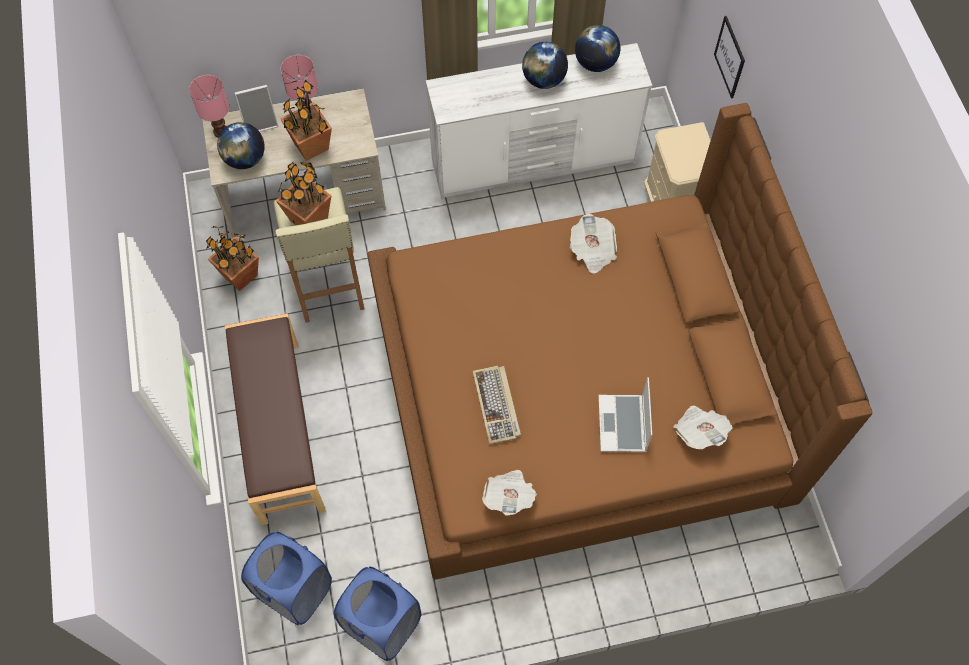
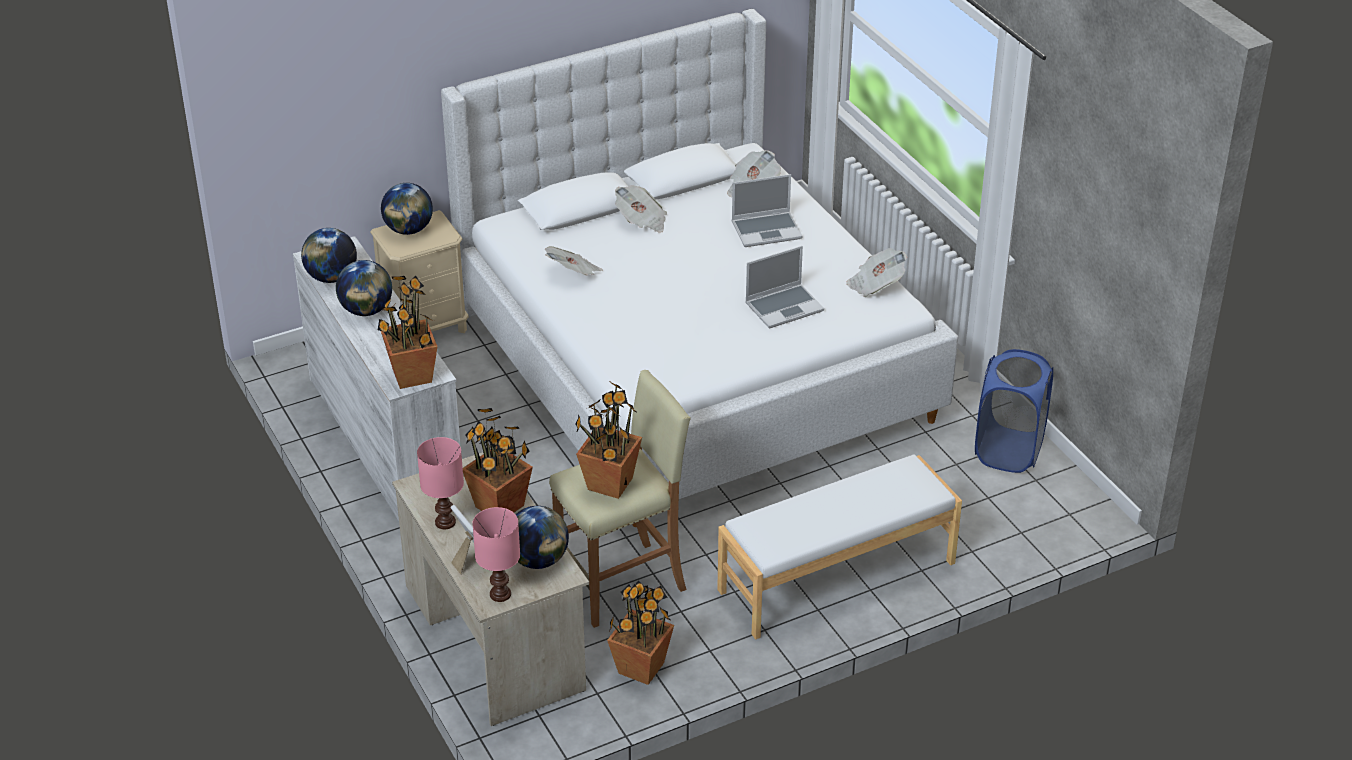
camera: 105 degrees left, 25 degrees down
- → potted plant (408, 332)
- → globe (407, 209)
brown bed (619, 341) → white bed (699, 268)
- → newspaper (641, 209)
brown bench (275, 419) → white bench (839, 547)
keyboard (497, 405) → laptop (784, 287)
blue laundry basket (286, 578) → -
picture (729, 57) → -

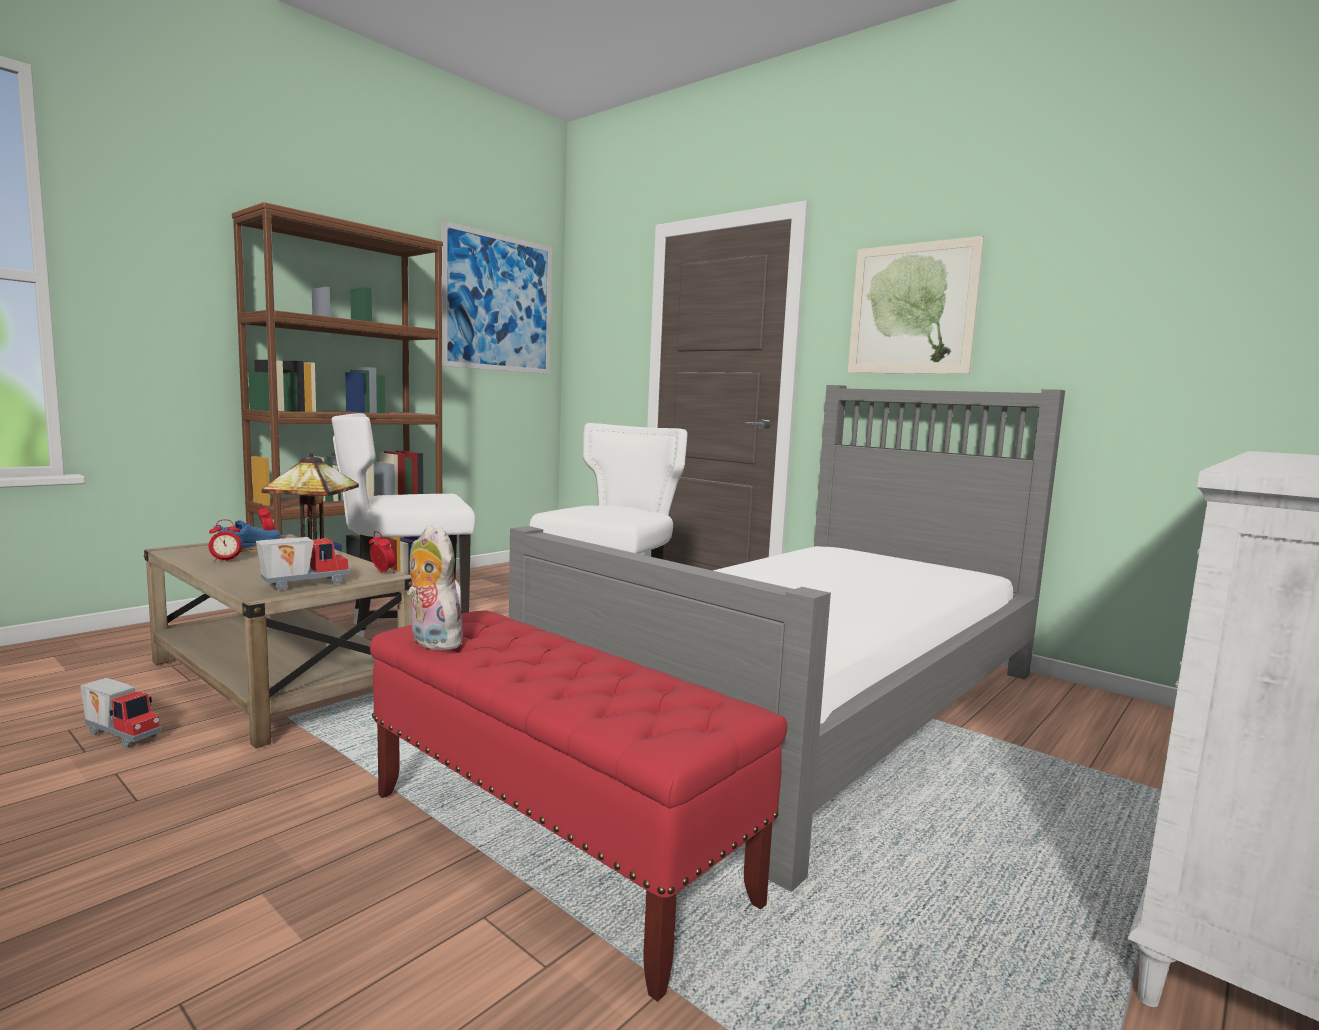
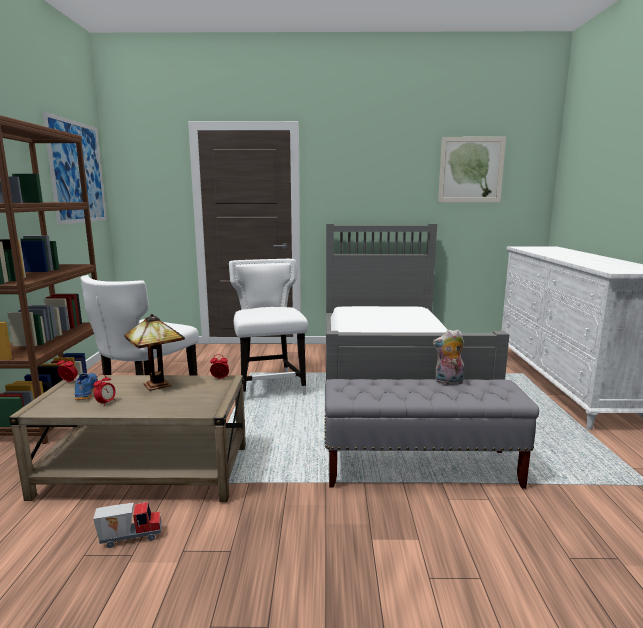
camera: 40 degrees left, 5 degrees up
red bench (578, 806) → grey bench (432, 433)
plush toy (435, 587) → plush toy (449, 357), relocated
picture (916, 305) → picture (472, 169), relocated
toy truck (302, 564) → -

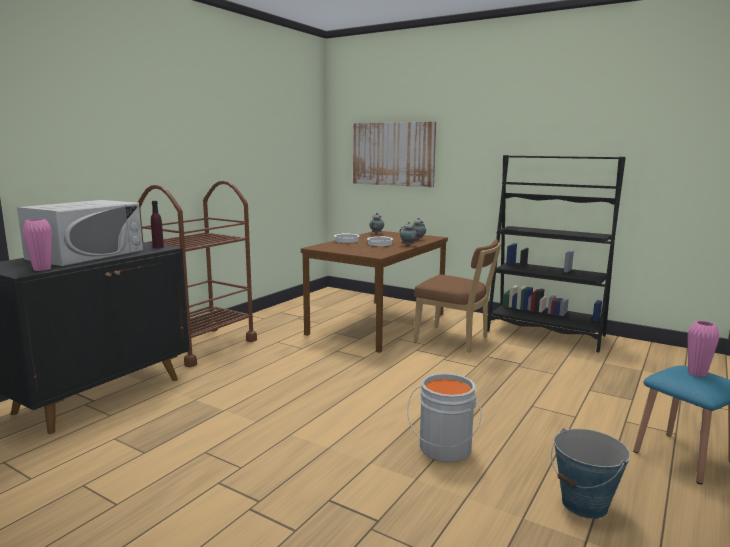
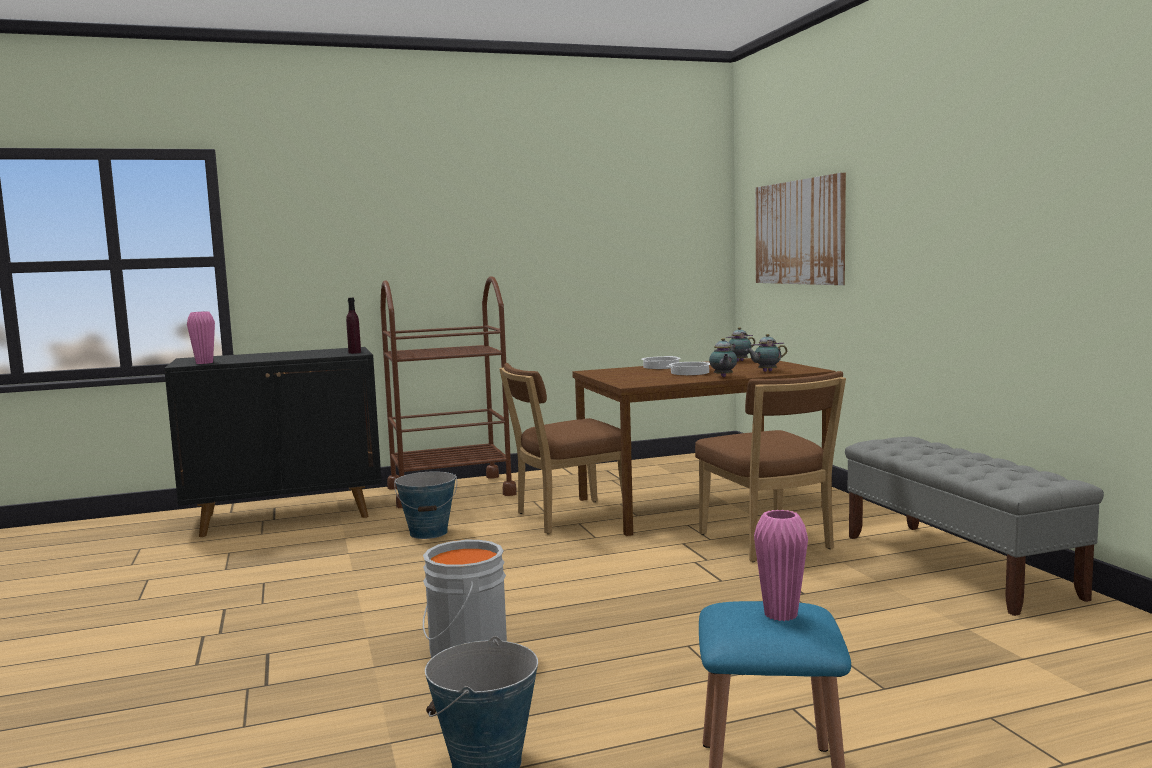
camera: 40 degrees right, 5 degrees down
- → bucket (425, 505)
- → brown chair (565, 448)
black bookcase (556, 254) → grey bench (974, 526)
white microwave (80, 233) → -

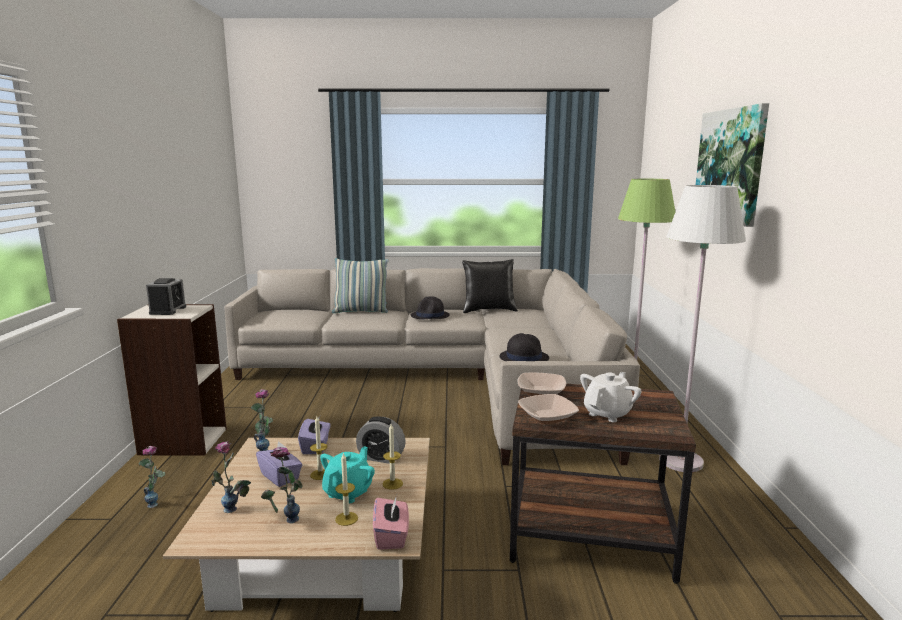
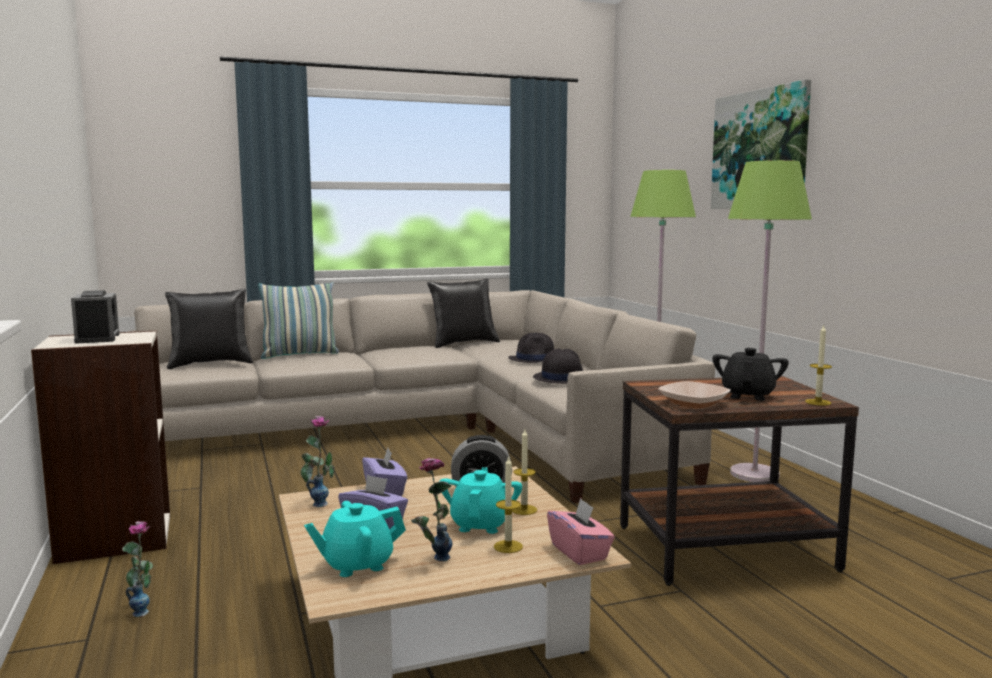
camera: 20 degrees left, 5 degrees down
- → black pillow (209, 329)
vase (231, 477) → turquoise teapot (355, 539)
black hat (430, 308) → black hat (531, 348), relocated
white teapot (611, 397) → black teapot (750, 374)
white floor lamp (702, 328) → green floor lamp (770, 321)
candle (318, 448) → candle (818, 365), relocated
bowl (542, 384) → -

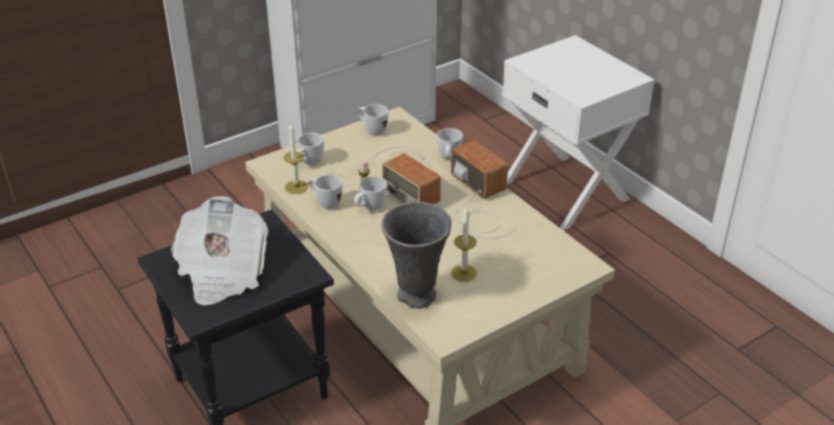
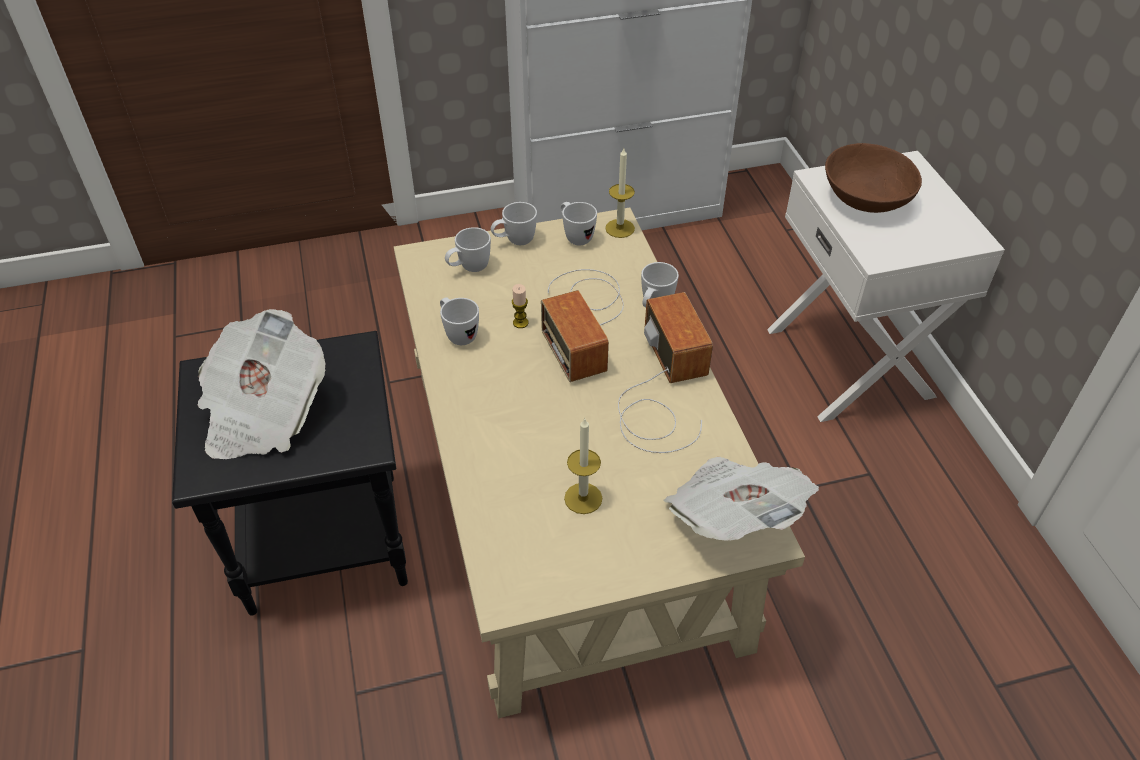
camera: 20 degrees right, 10 degrees up
white mug (370, 193) → white mug (514, 223), relocated
candle (296, 158) → candle (620, 193), relocated
- → newspaper (741, 499)
- → brown bowl (873, 178)
grey vase (416, 255) → -

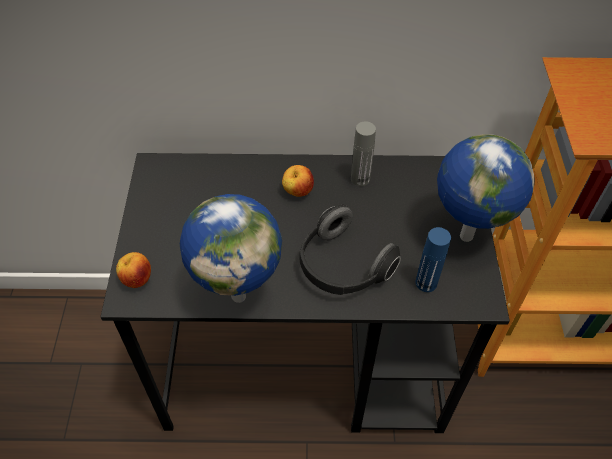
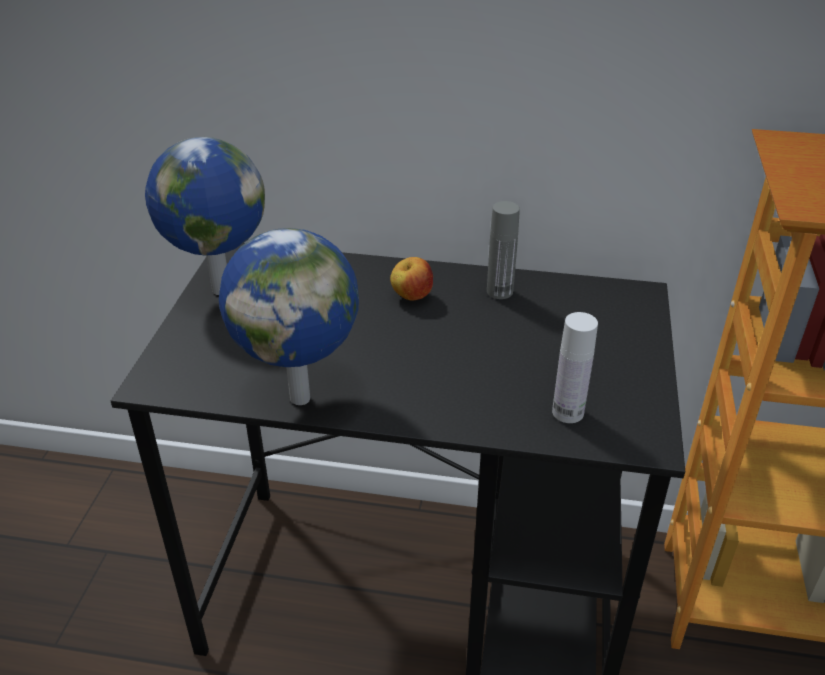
camera: 10 degrees right, 15 degrees down
globe (486, 188) → globe (205, 216), relocated
blue bottle (433, 259) → white bottle (575, 367)
apple (133, 270) → -
headphones (350, 250) → -

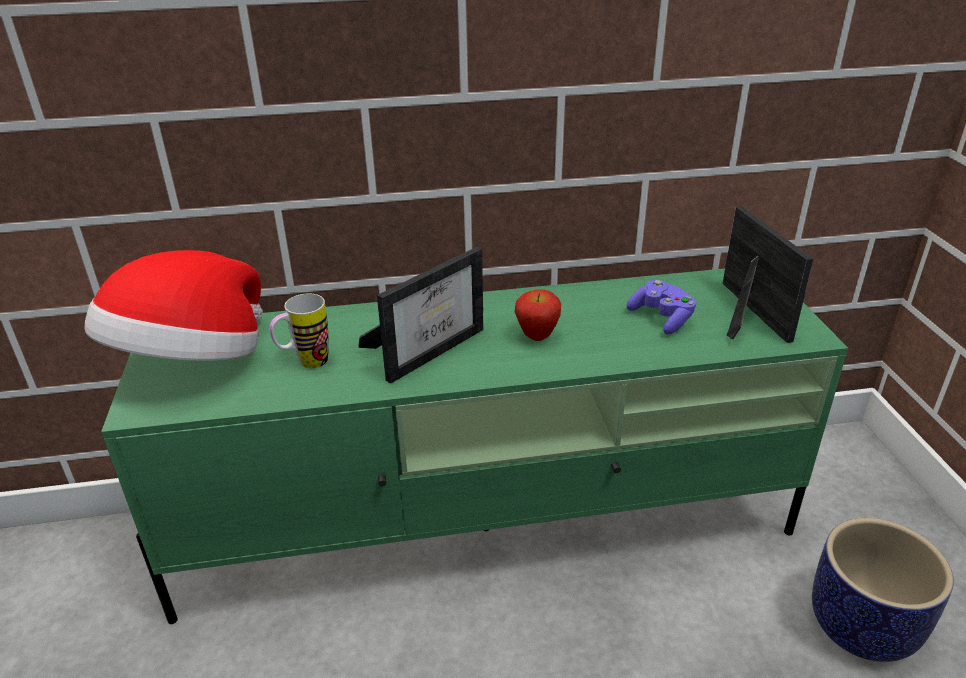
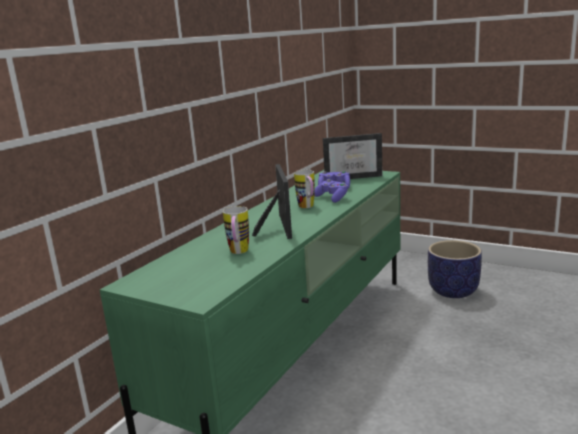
camera: 50 degrees left, 15 degrees down
apple (538, 315) → mug (304, 189)
- → purple game controller (331, 191)
picture frame (768, 274) → picture frame (352, 156), 150 degrees clockwise
hat (174, 305) → -

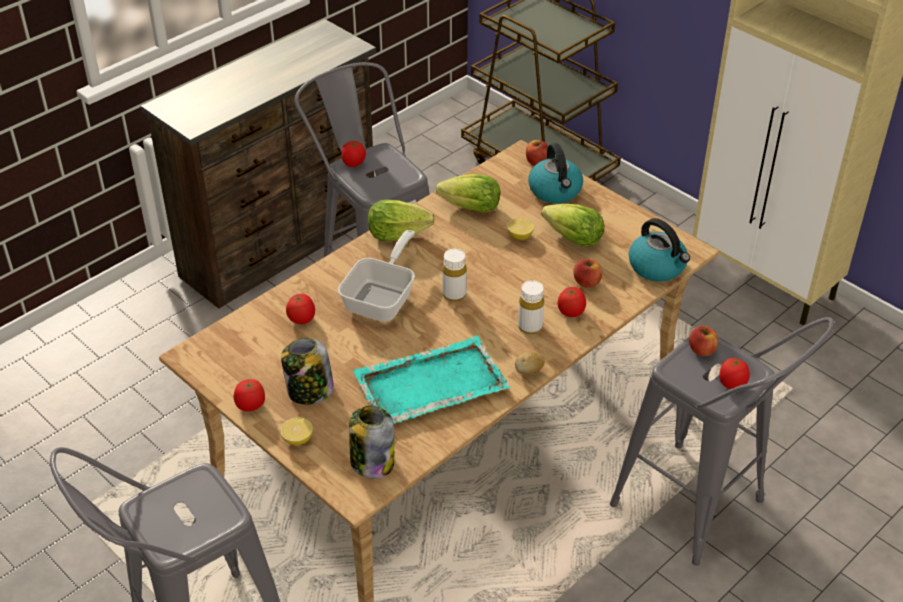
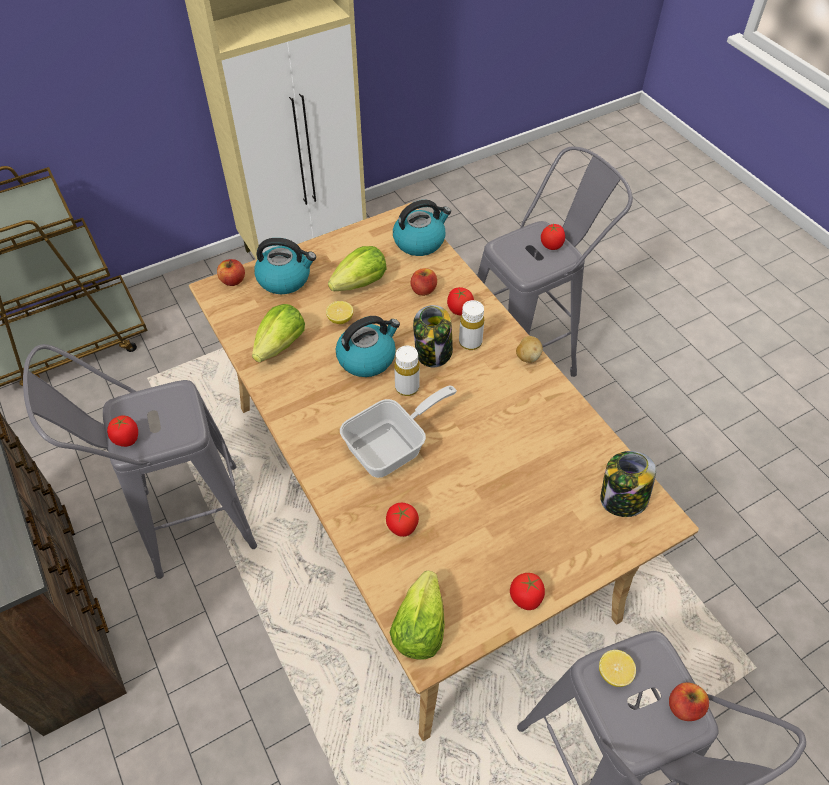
camera: 75 degrees left, 10 degrees up
- → kettle (368, 346)
frying pan (376, 276) → frying pan (398, 431), 105 degrees clockwise
lettuce (401, 220) → lettuce (417, 615), relocated
jar (307, 371) → jar (433, 336), relocated
lemon (296, 431) → lemon (617, 668), relocated
apple (703, 341) → apple (689, 701), relocated
turquoise tray (431, 379) → -

